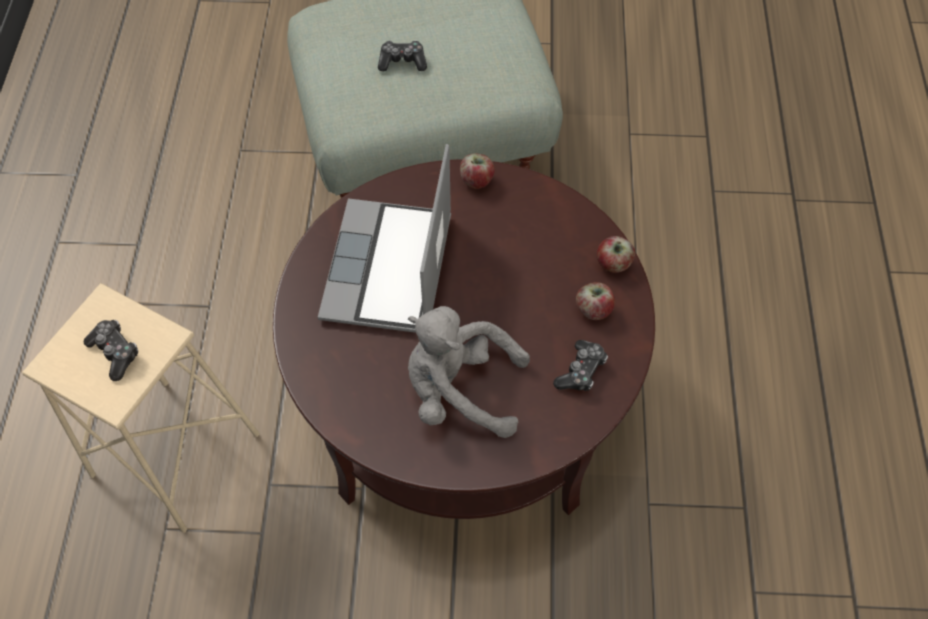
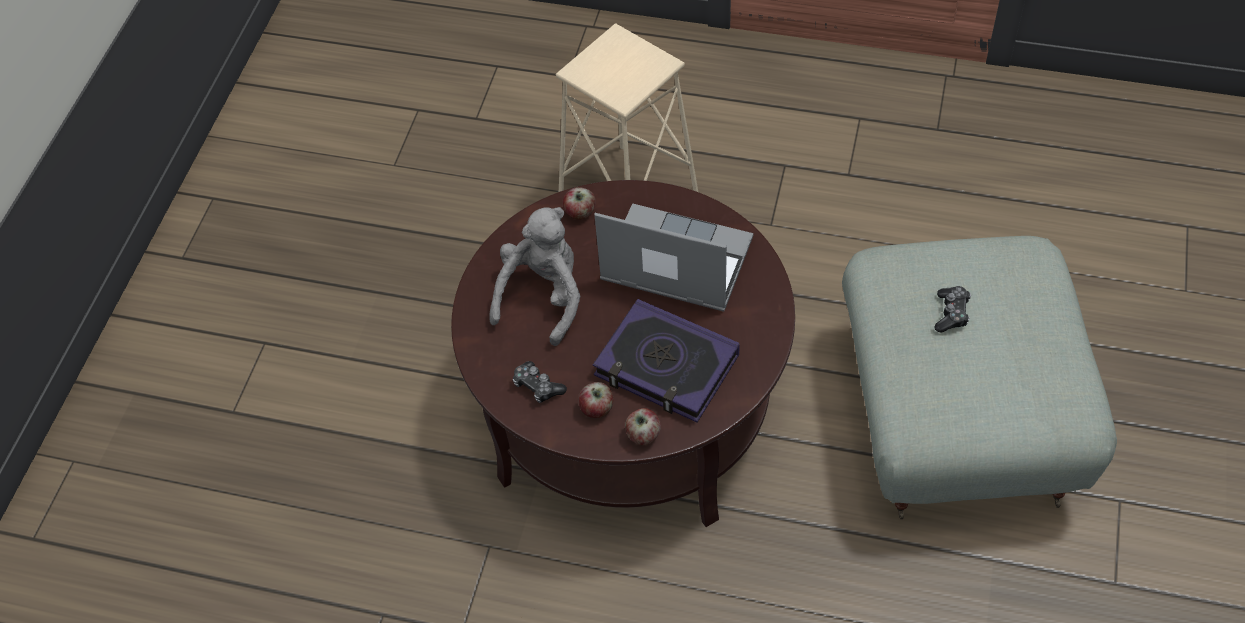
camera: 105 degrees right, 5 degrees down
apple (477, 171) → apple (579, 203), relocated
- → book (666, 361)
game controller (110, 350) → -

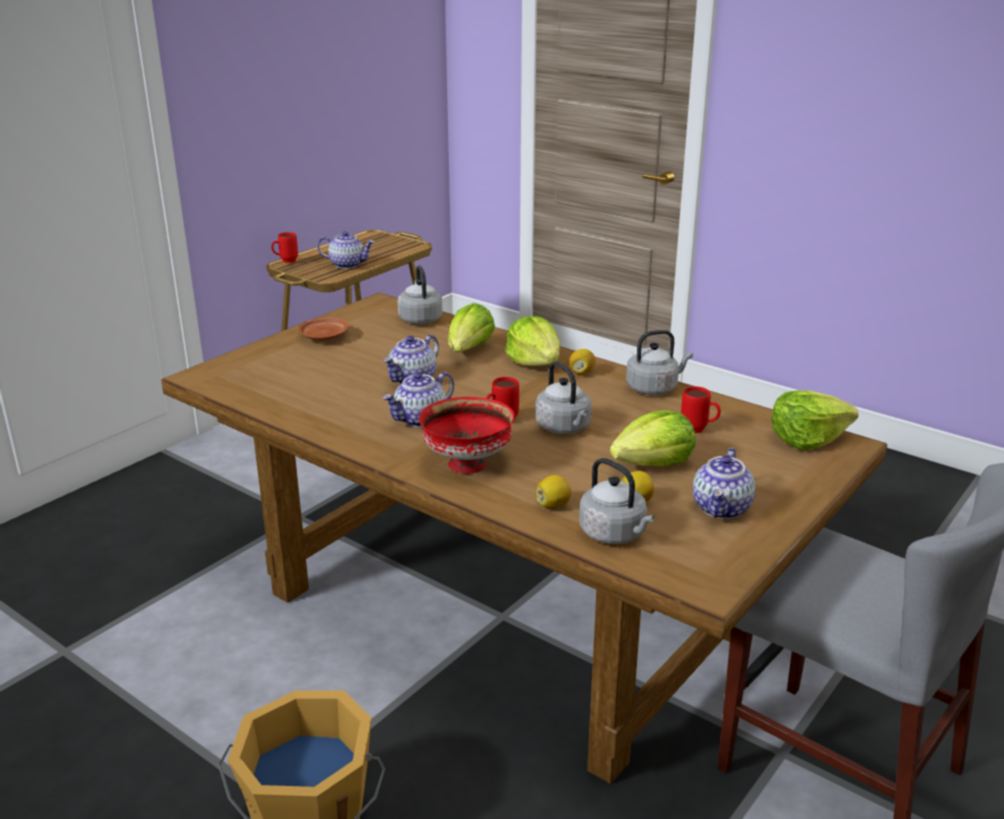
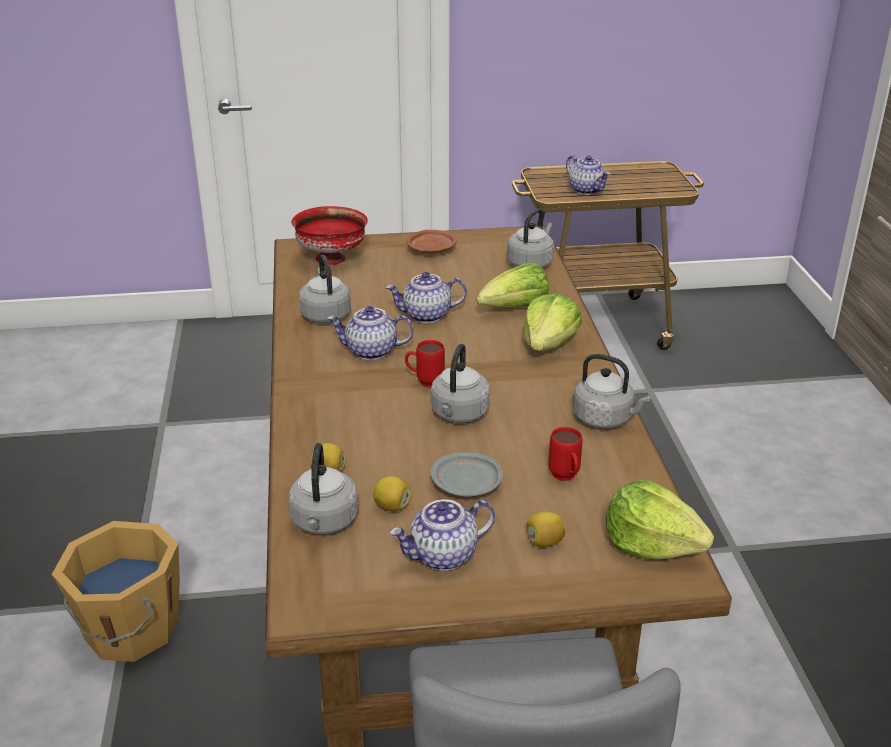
camera: 45 degrees right, 5 degrees up
red bowl (467, 435) → red bowl (329, 235), relocated
- → grey kettle (325, 289)
lettuce (653, 438) → grey plate (466, 474)
lemon (582, 361) → lemon (546, 529), relocated
red mug (284, 247) → -

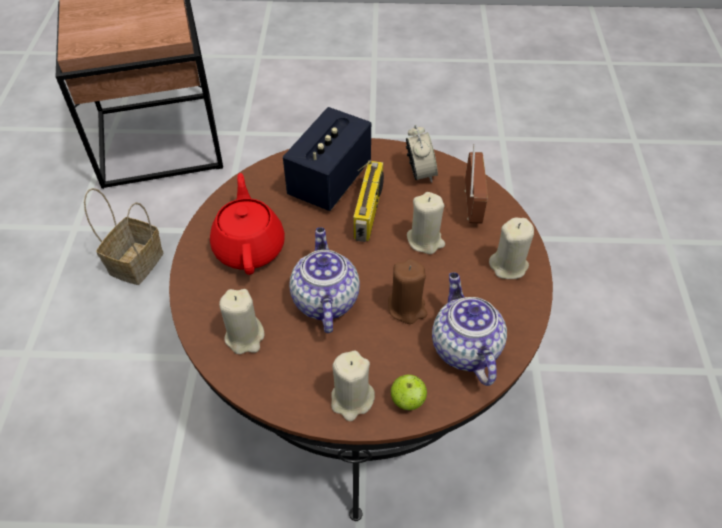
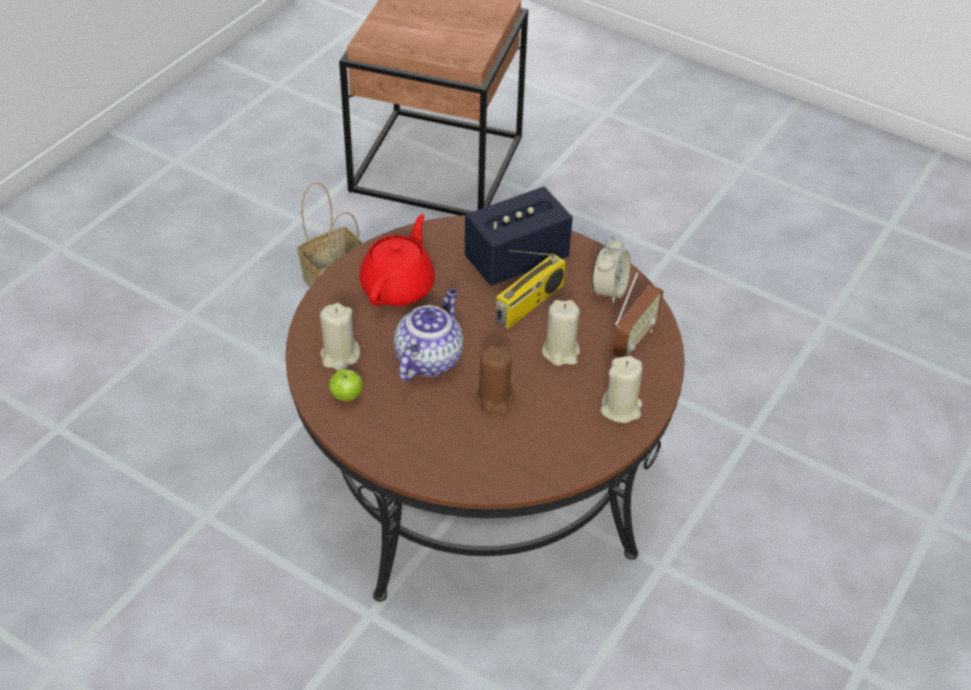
camera: 30 degrees right, 5 degrees down
apple (409, 392) → apple (346, 385), relocated
beige candle (353, 386) → -
teapot (469, 329) → -

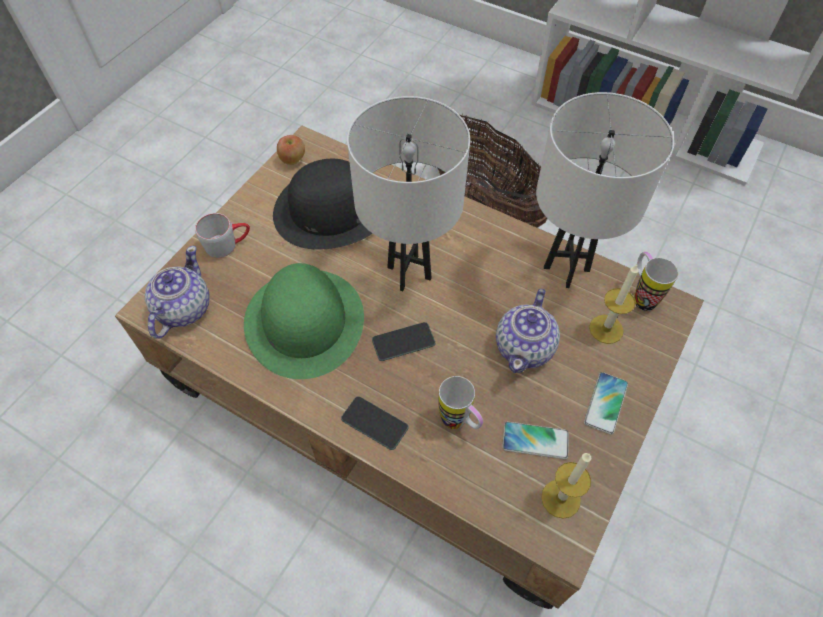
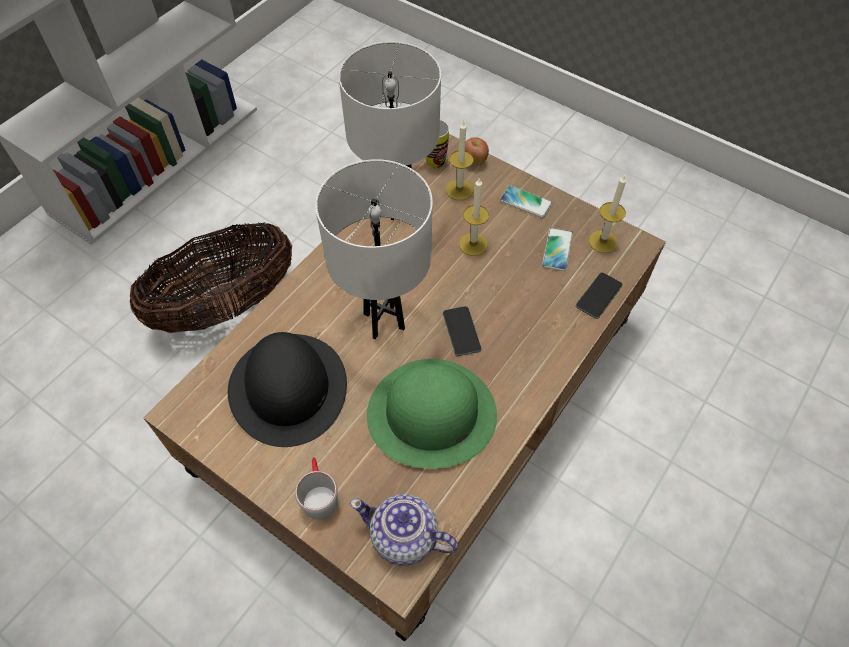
camera: 85 degrees left, 0 degrees up
teapot (528, 331) → candle (474, 216)
apple (291, 150) → apple (477, 151), relocated
phone (375, 423) → phone (599, 296), relocated
mug (460, 402) → -

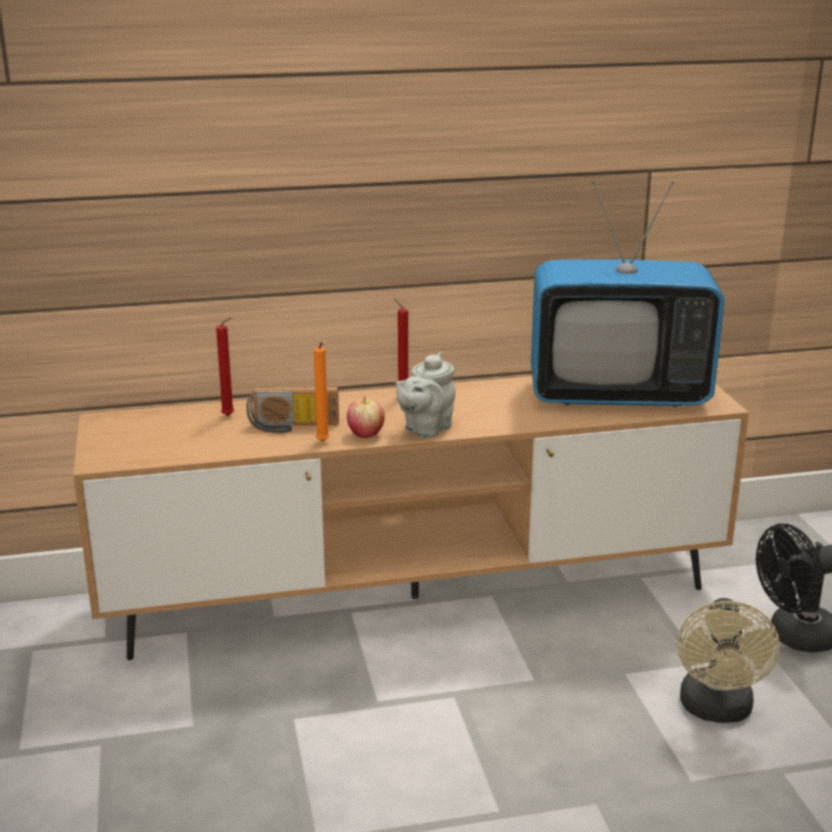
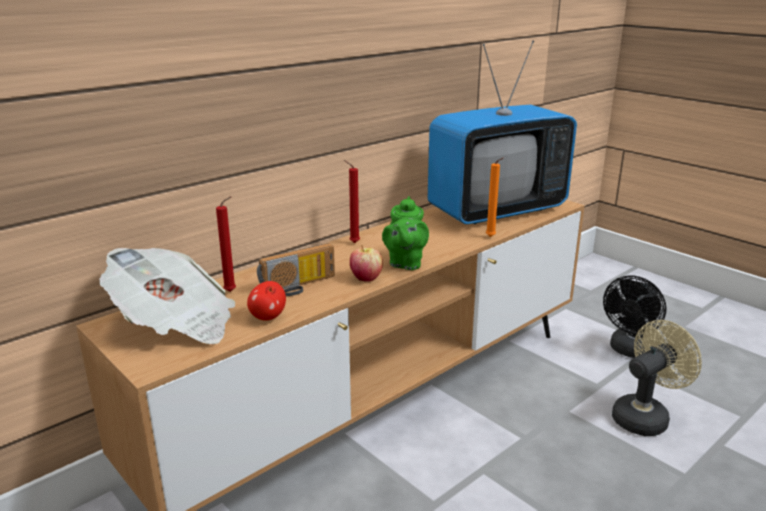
camera: 30 degrees left, 0 degrees up
- → newspaper (167, 296)
- → apple (266, 300)
grey teapot (425, 395) → green teapot (405, 233)
orange candle (321, 392) → orange candle (494, 197), relocated
beige fan (728, 660) → beige fan (657, 378), 105 degrees counterclockwise

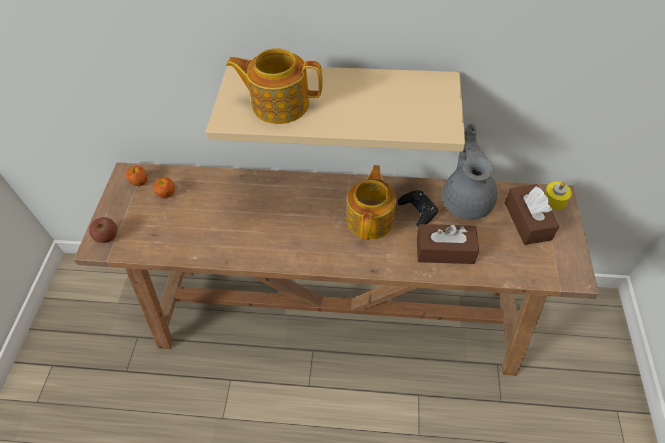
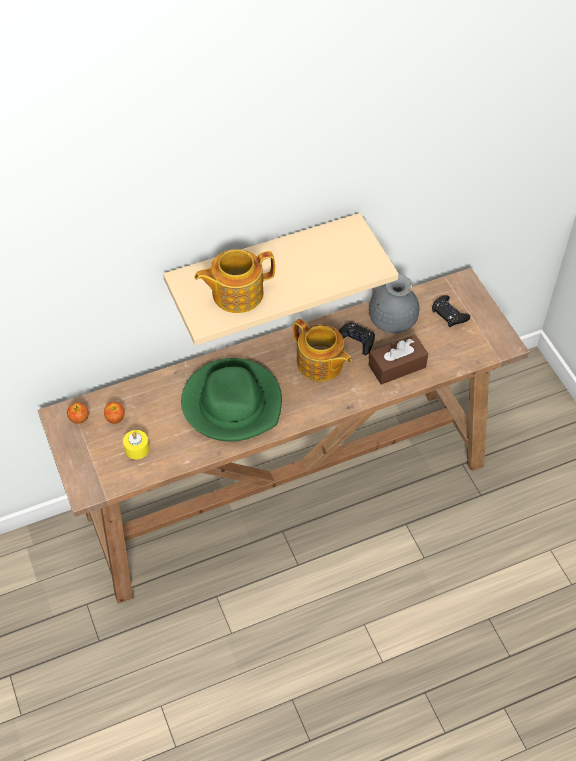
camera: 30 degrees left, 0 degrees up
yellow candle (558, 196) → yellow candle (136, 444), relocated
- → green hat (231, 400)
teapot (371, 202) → teapot (322, 350), 150 degrees clockwise
brown tissue box (532, 214) → black game controller (451, 311)
apple (103, 230) → -

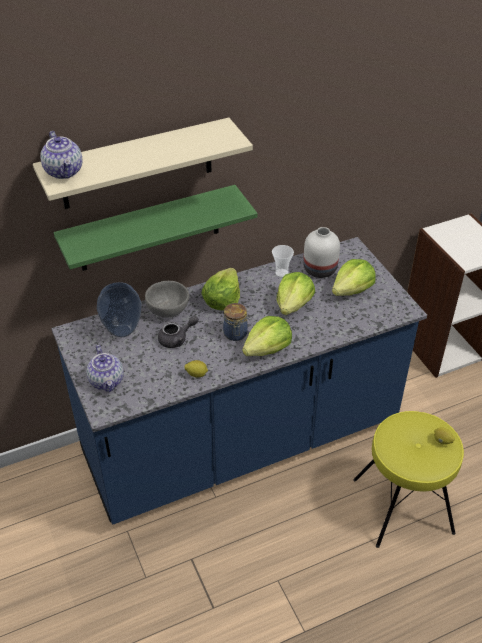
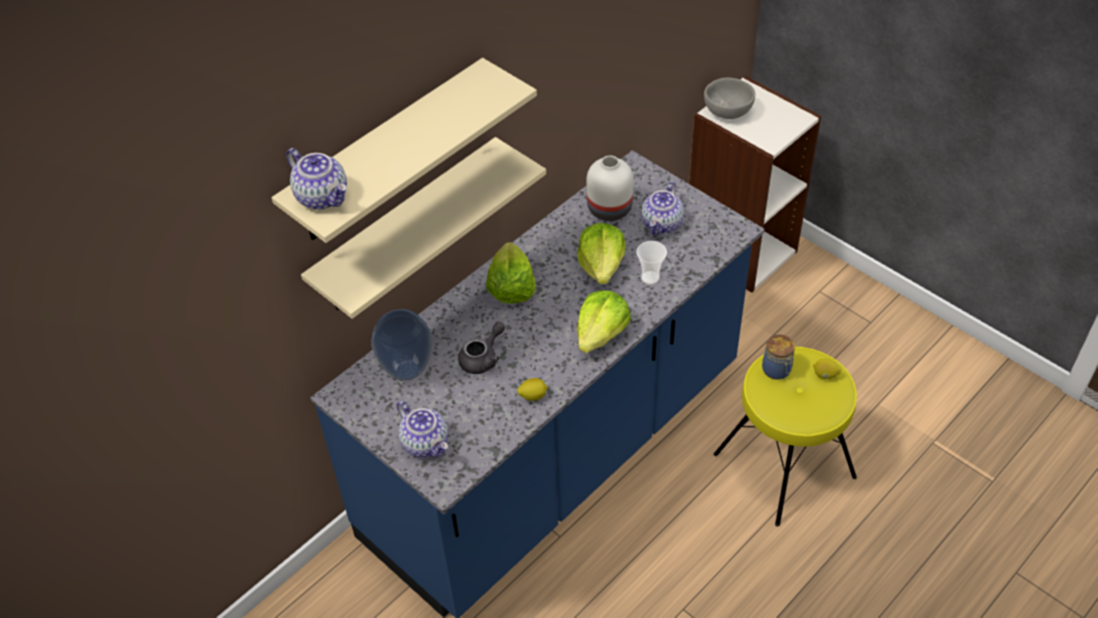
camera: 20 degrees left, 5 degrees up
green shelf (156, 228) → beige shelf (423, 228)
cup (283, 261) → cup (651, 263), relocated
lettuce (354, 277) → teapot (662, 208)
grey bowl (167, 299) → grey bowl (729, 98), relocated
jar (235, 322) → jar (778, 357), relocated

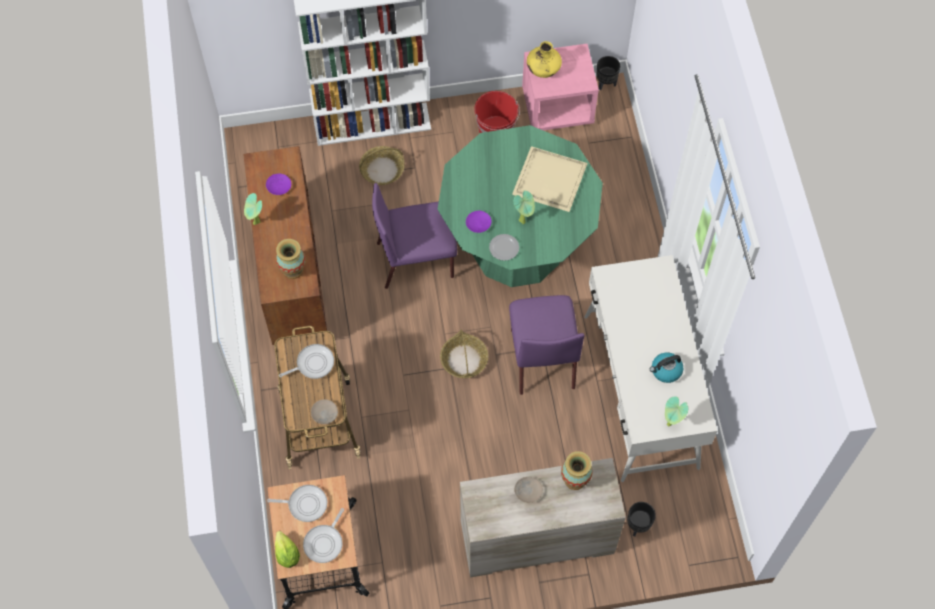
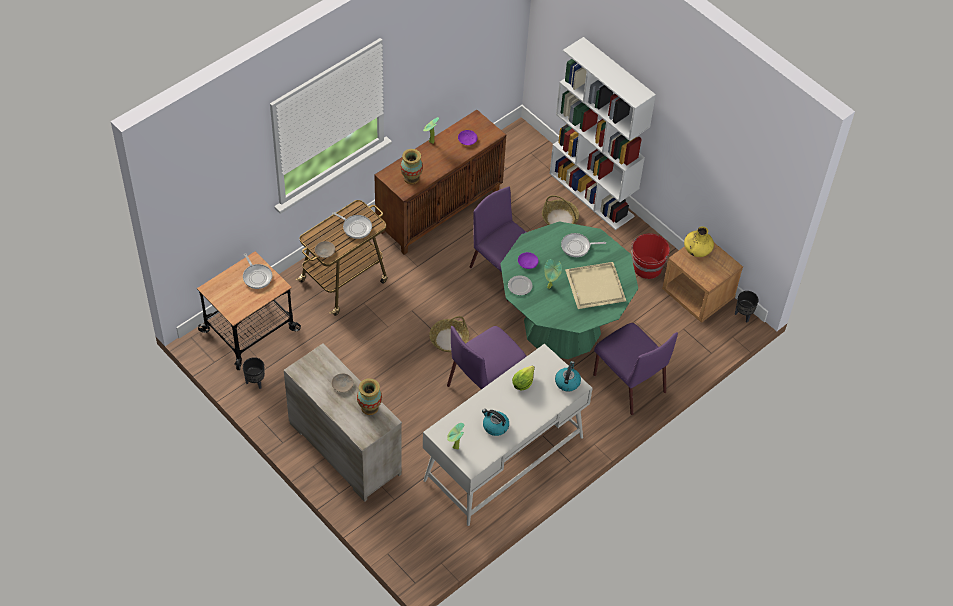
camera: 55 degrees right, 10 degrees down
black planter (641, 519) → black planter (254, 373), relocated
lettuce (287, 549) → lettuce (523, 378), relocated
- → kettle (568, 376)
frying pan (323, 535) → frying pan (583, 245), relocated
- → purple chair (635, 369)
pink nightstand (560, 87) → brown nightstand (702, 283)

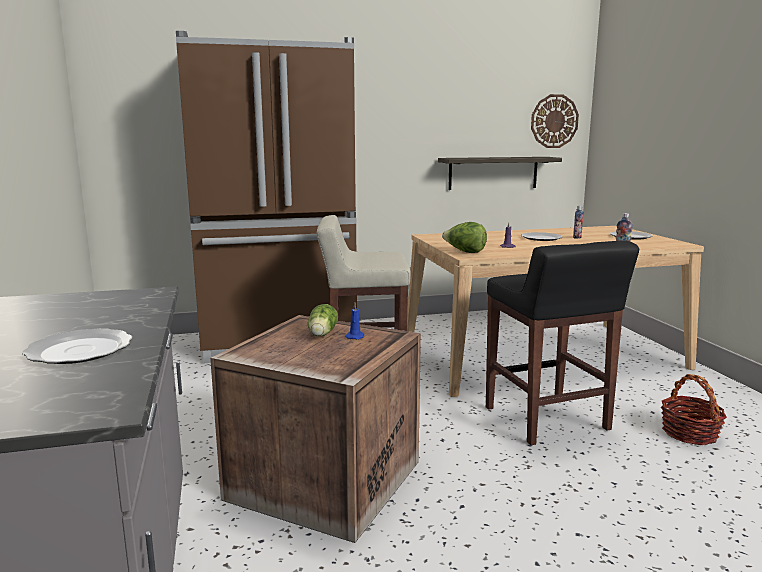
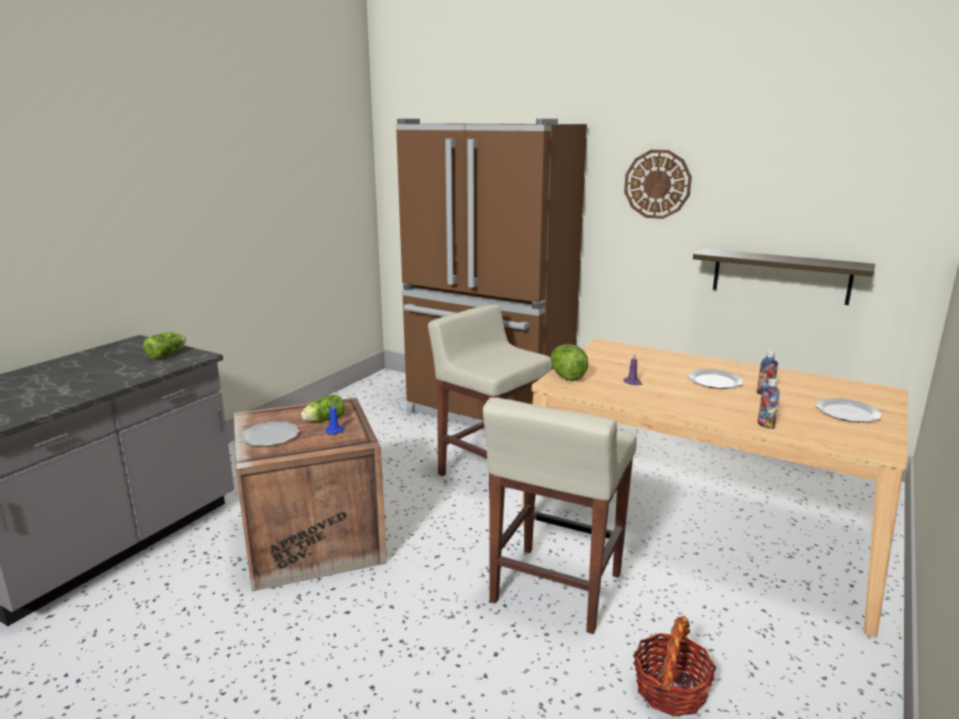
camera: 45 degrees right, 5 degrees up
- → lettuce (164, 345)
plate (77, 346) → plate (269, 433), relocated
black stool (562, 343) → beige stool (560, 515)
wall clock (555, 121) → wall clock (658, 184), relocated

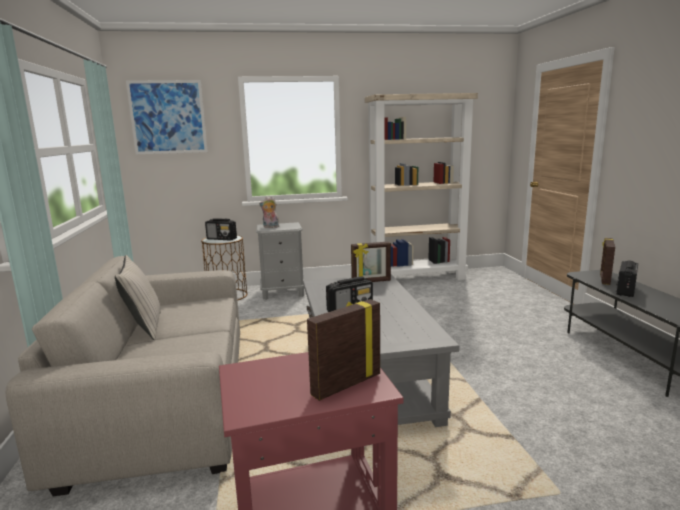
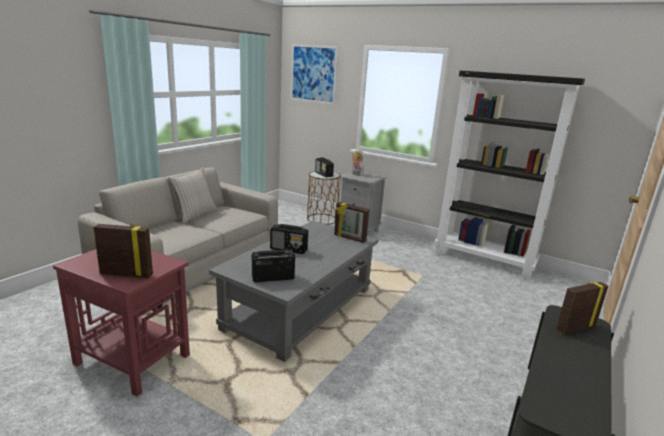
camera: 40 degrees right, 5 degrees up
radio (627, 278) → radio (273, 266), relocated
beige bookcase (421, 186) → black bookcase (509, 175)

